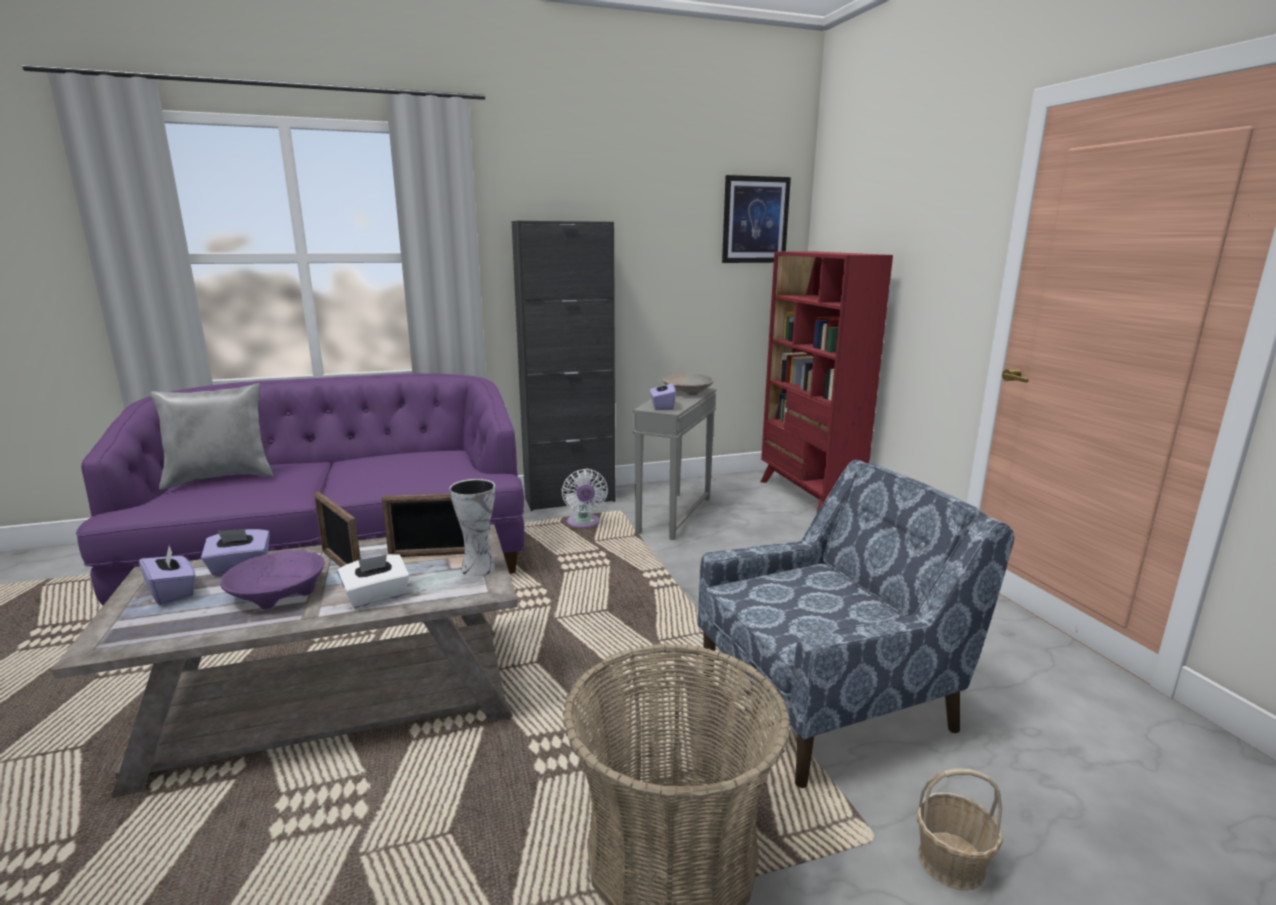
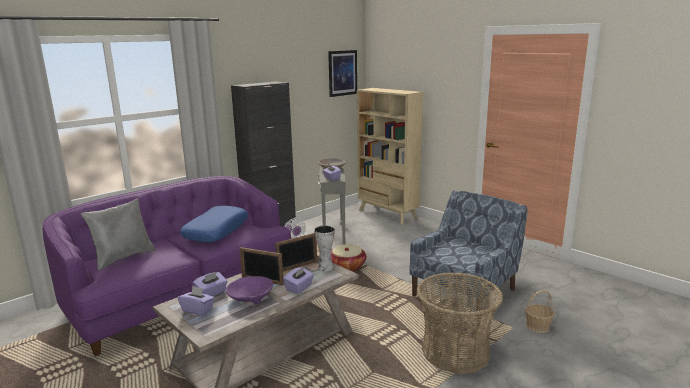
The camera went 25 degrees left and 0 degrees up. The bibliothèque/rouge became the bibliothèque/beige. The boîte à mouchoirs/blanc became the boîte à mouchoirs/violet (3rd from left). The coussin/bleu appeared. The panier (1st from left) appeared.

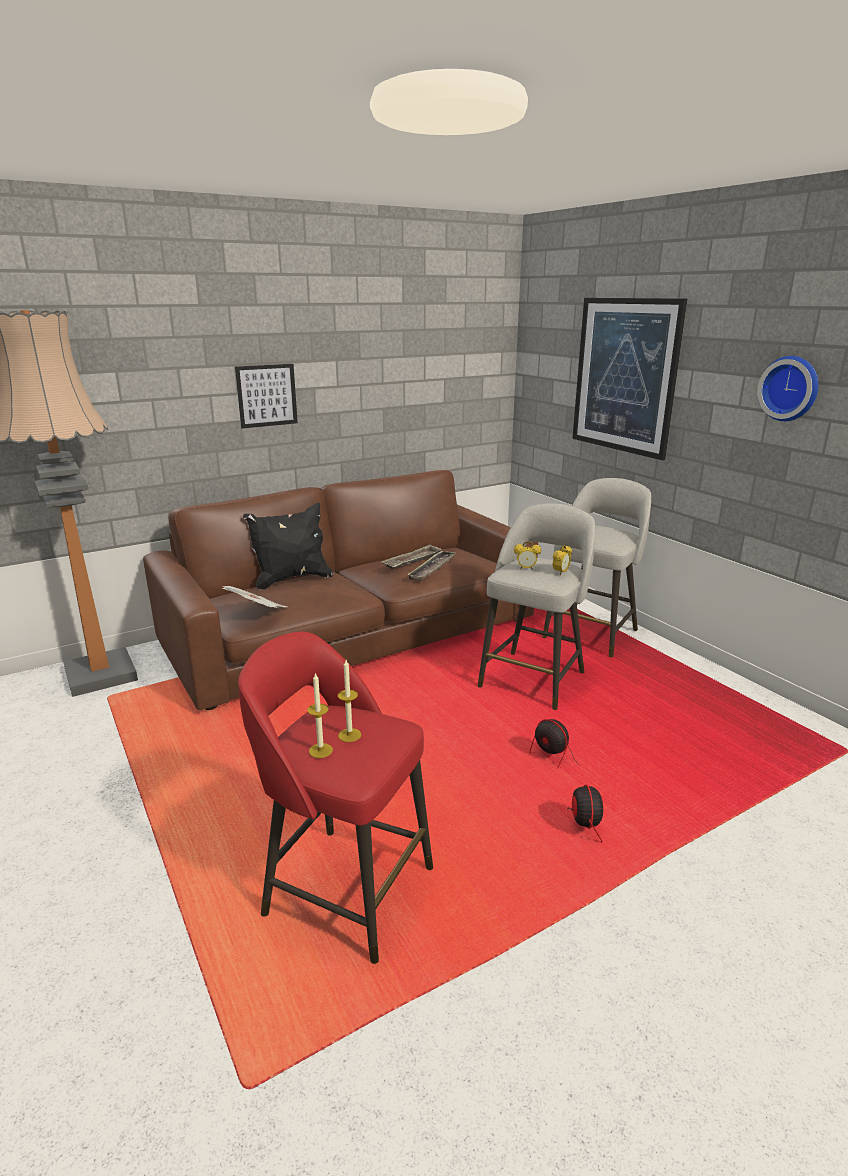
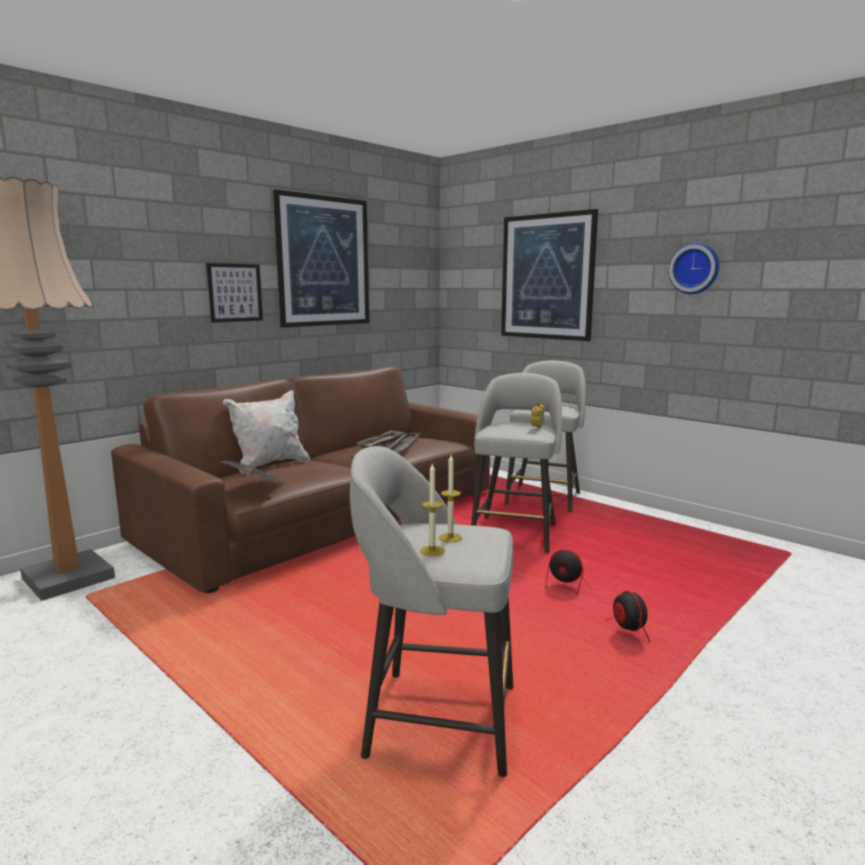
The camera went 15 degrees left and 10 degrees down. The coussin/noir became the coussin/blanc. The réveil (1st from left) disappeared. The tabouret/rouge became the tabouret/gris (1st from left). The tableau (2nd from left) appeared.

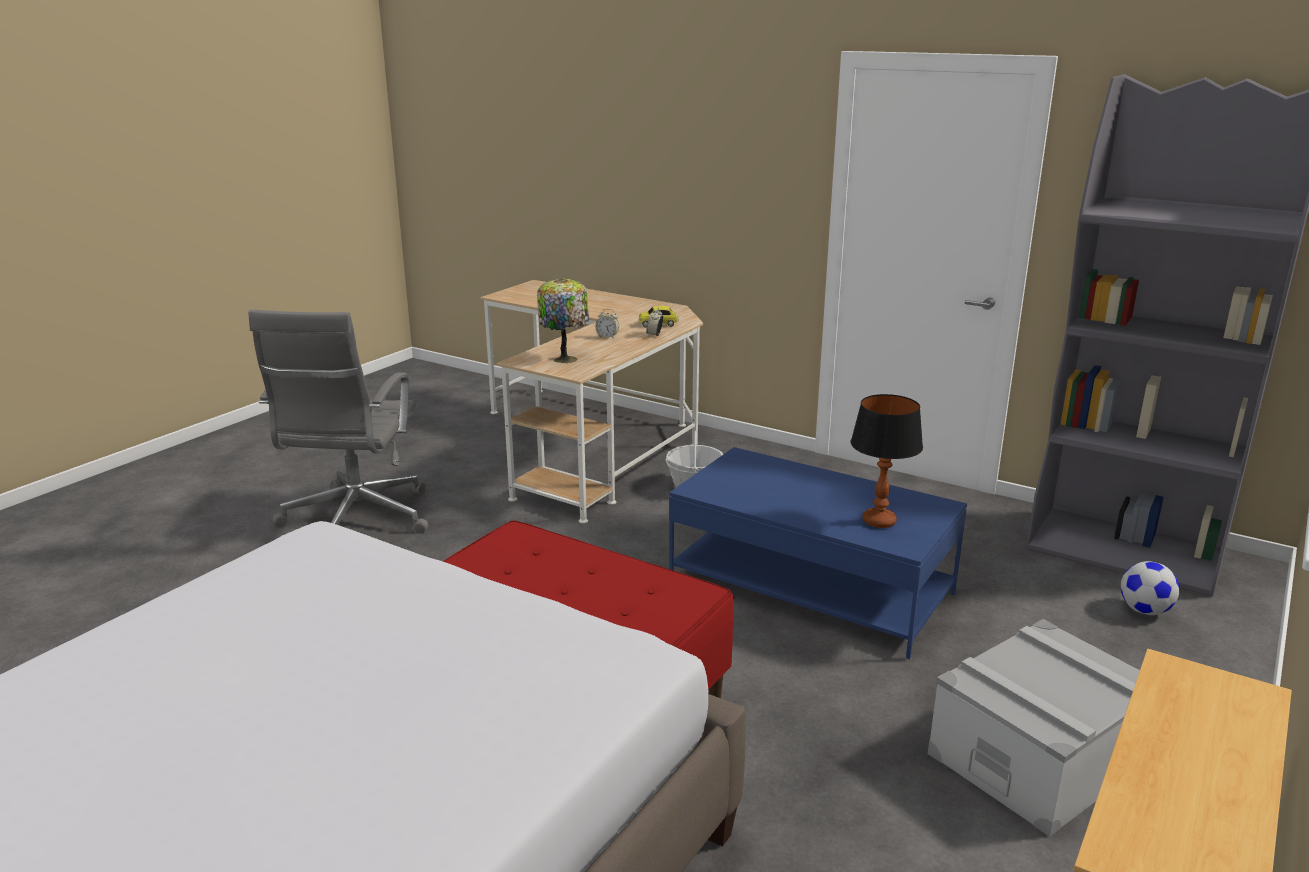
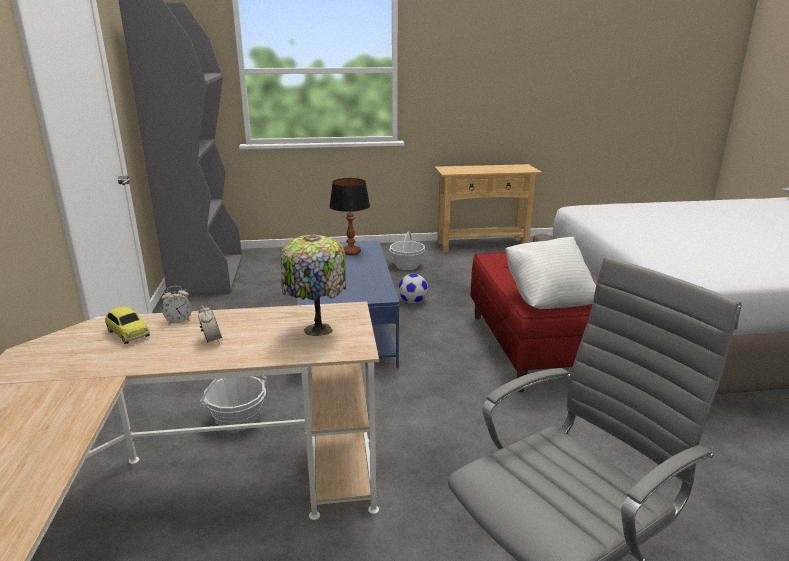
The camera went 130 degrees left and 0 degrees up. The ballon de foot moved. The boîte de rangement/gris was replaced by the panier (2nd from left). The coussin/blanc appeared.

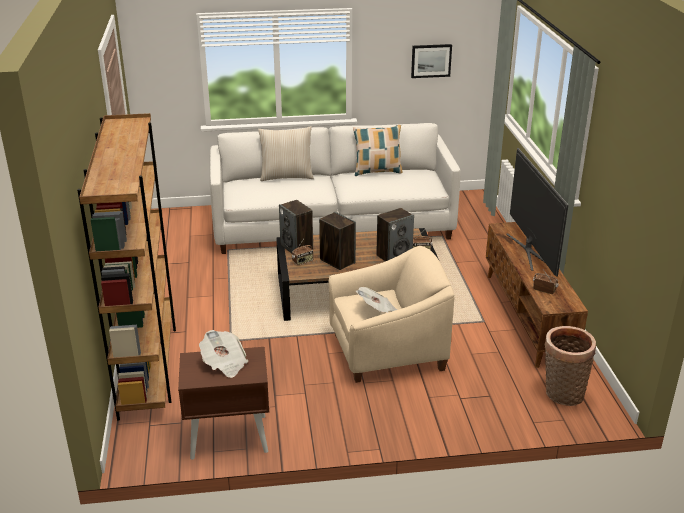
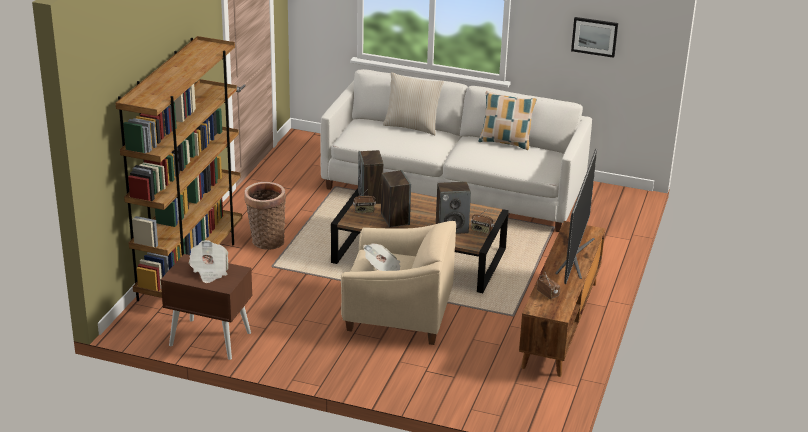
The camera went 25 degrees right and 0 degrees up. The panier moved.

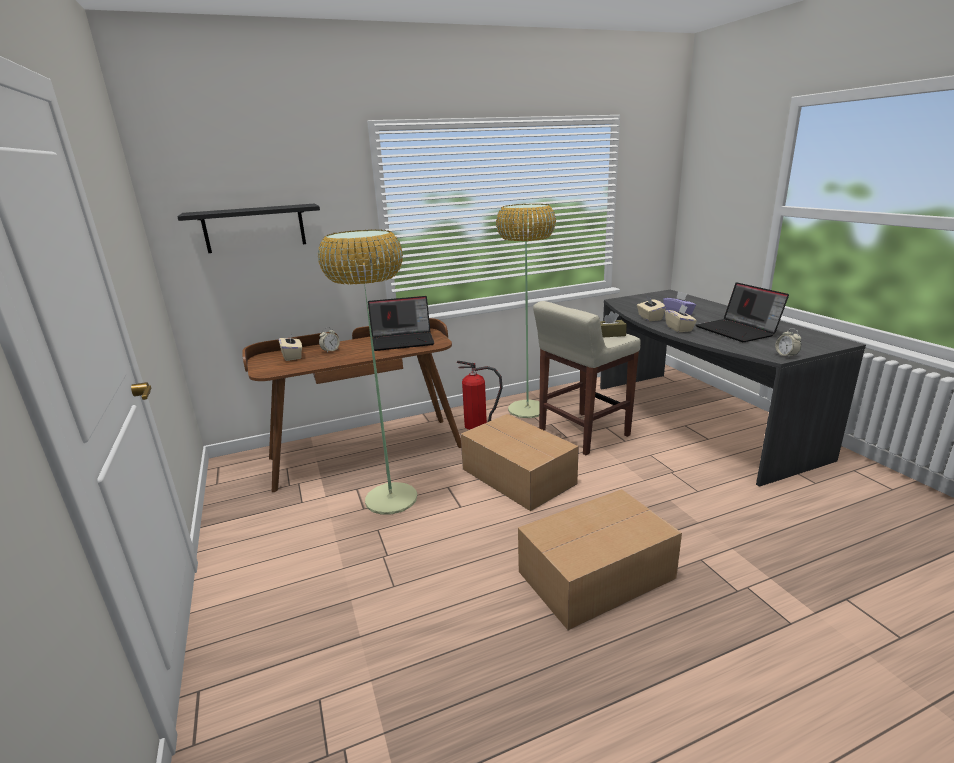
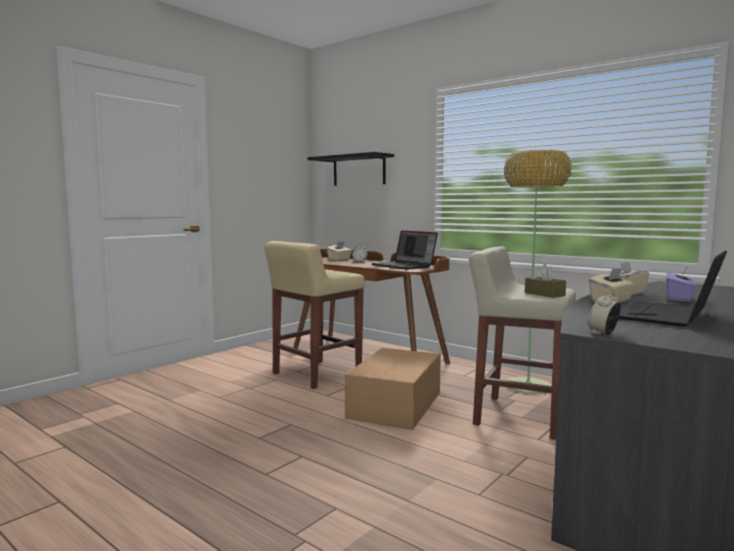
The camera went 60 degrees right and 15 degrees down. The lampadaire (1st from left) was replaced by the tabouret/beige (1st from left). The extincteur disappeared. The carton (2nd from left) disappeared.

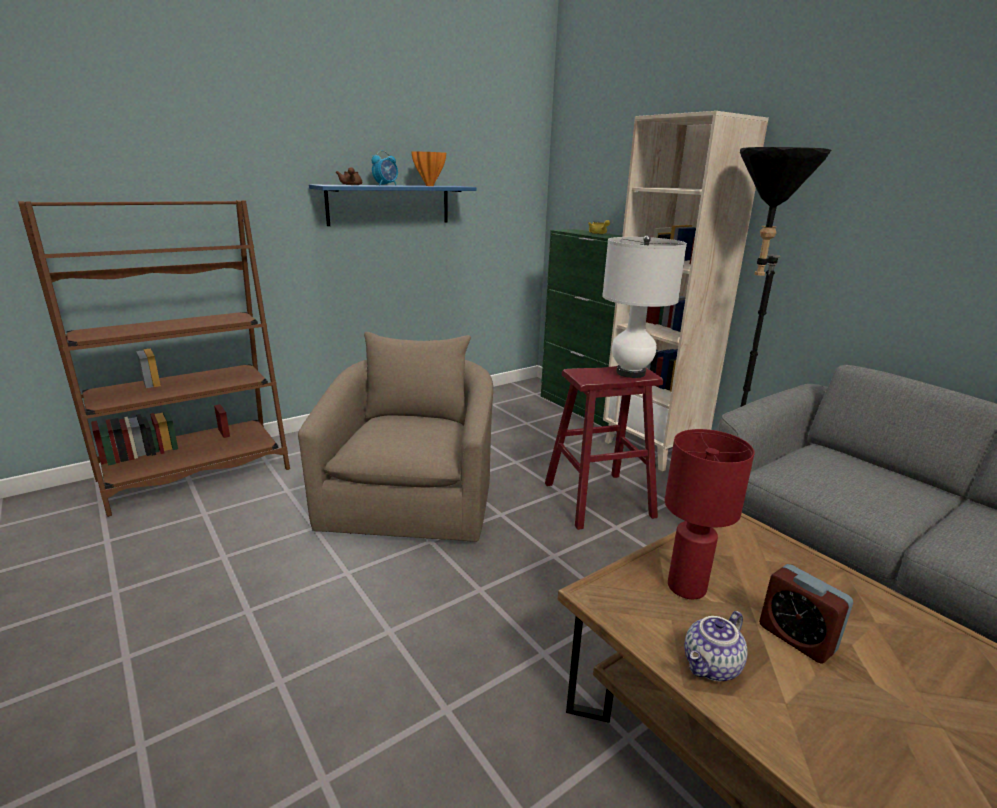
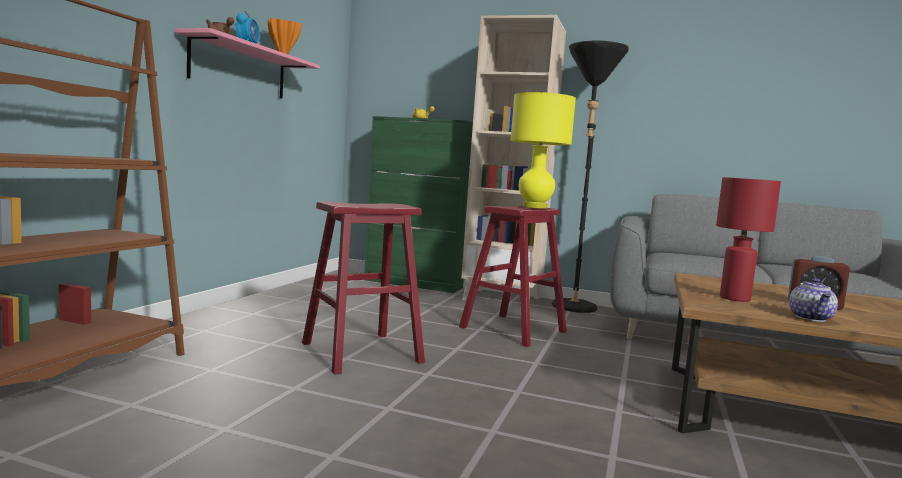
The camera went 35 degrees left and 15 degrees down. The étagère/bleu became the étagère/rose. The lampe de table/blanc became the lampe de table/jaune. The fauteuil/beige was replaced by the tabouret/rouge (1st from left).

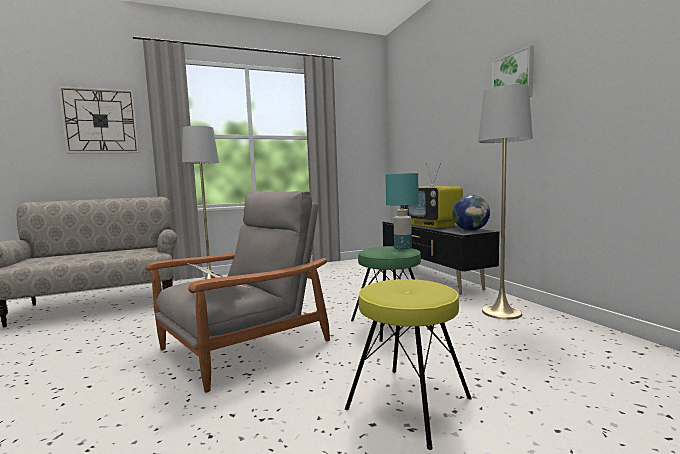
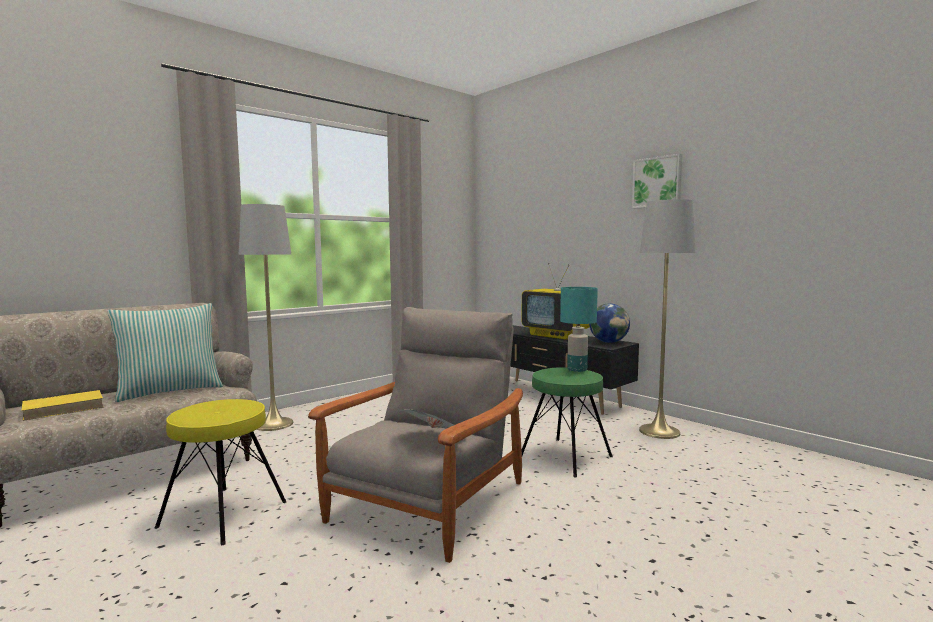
The camera went 20 degrees left and 0 degrees up. The horloge murale disappeared. The tabouret/jaune moved. The coussin appeared. The livre/jaune appeared.

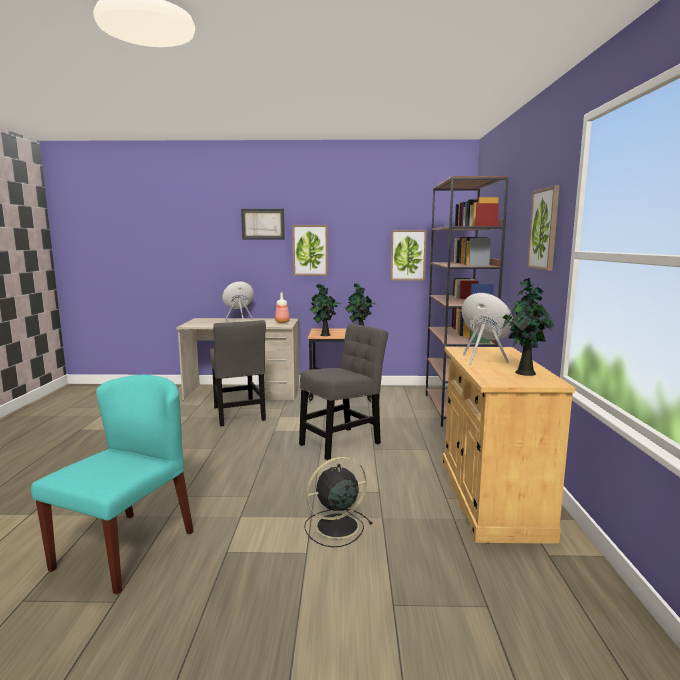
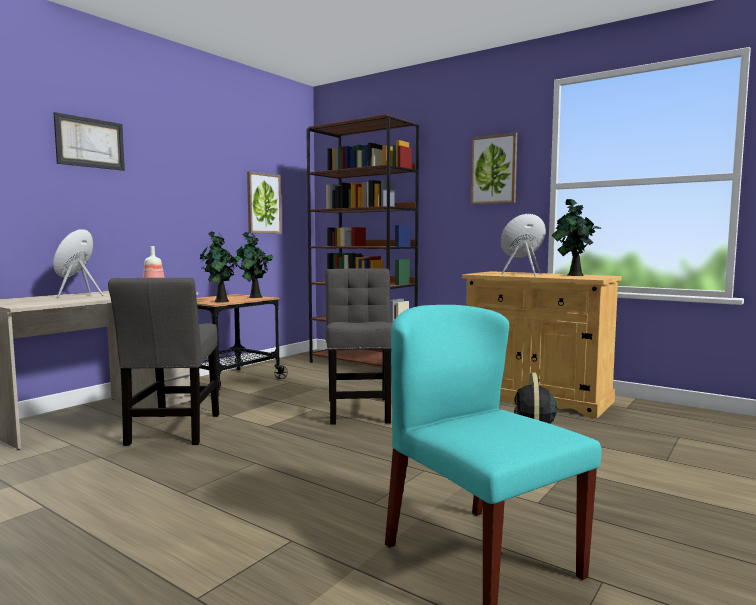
The camera went 55 degrees left and 5 degrees down. The tableau (2nd from left) disappeared. The chaise/gris (1st from left) turned 75 degrees clockwise.

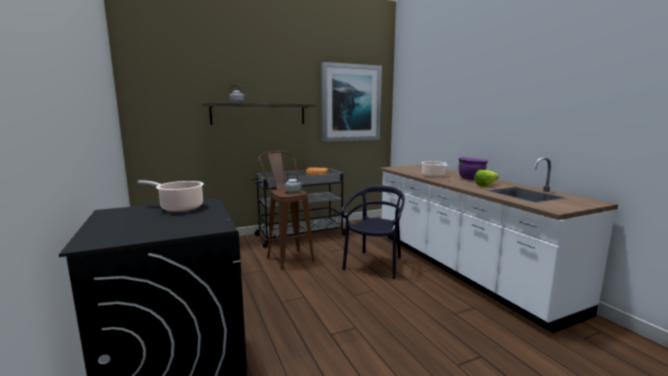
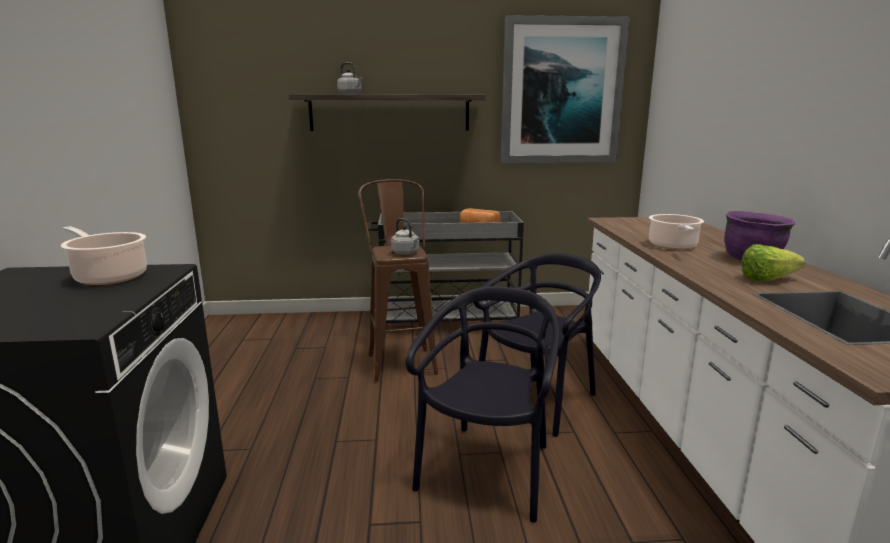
The camera went 20 degrees right and 5 degrees up. The chaise/noir (1st from left) appeared.

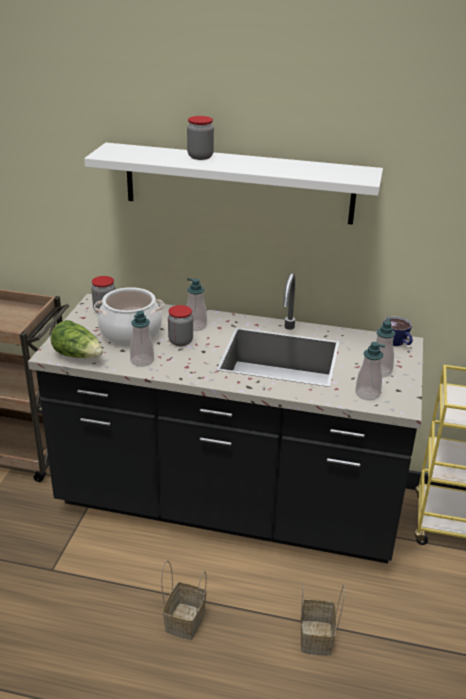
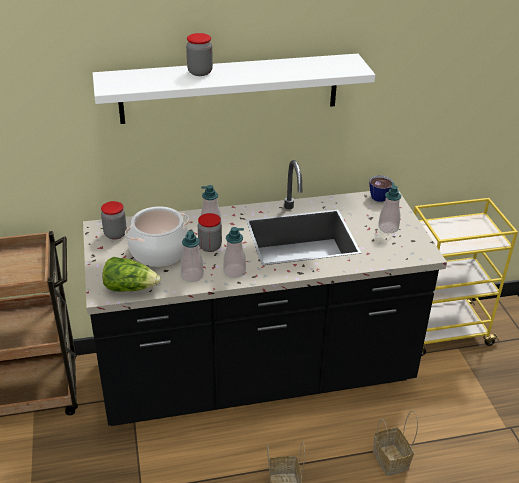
The camera went 25 degrees left and 5 degrees up. The distributeur de savon (3rd from left) moved.

